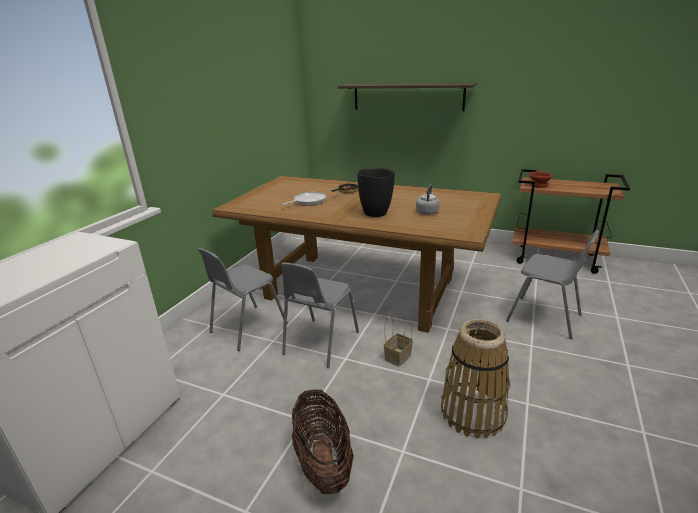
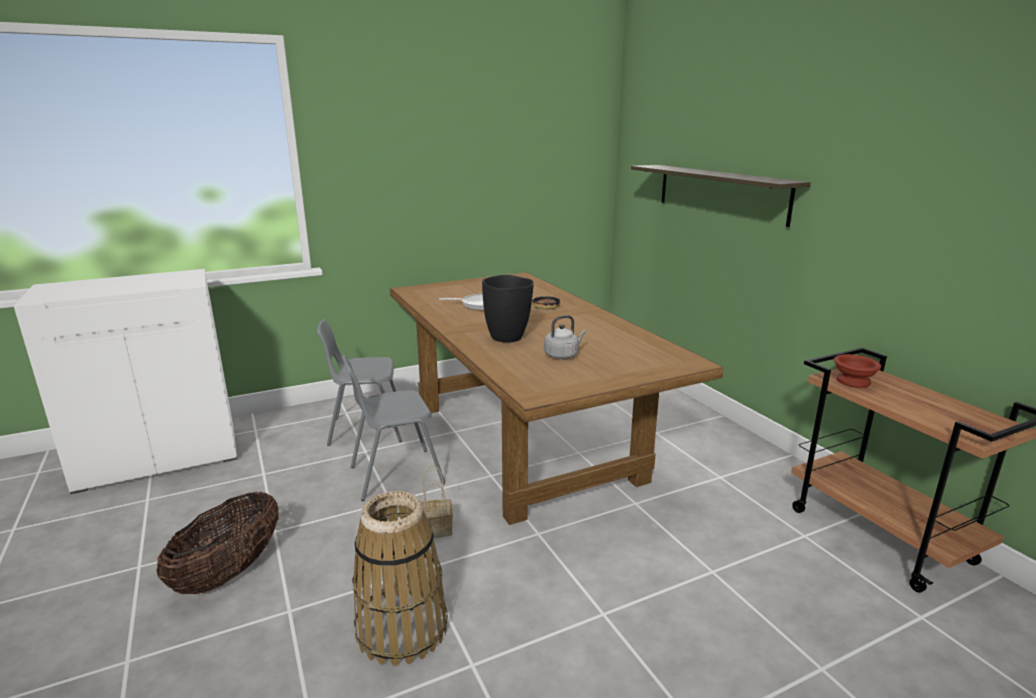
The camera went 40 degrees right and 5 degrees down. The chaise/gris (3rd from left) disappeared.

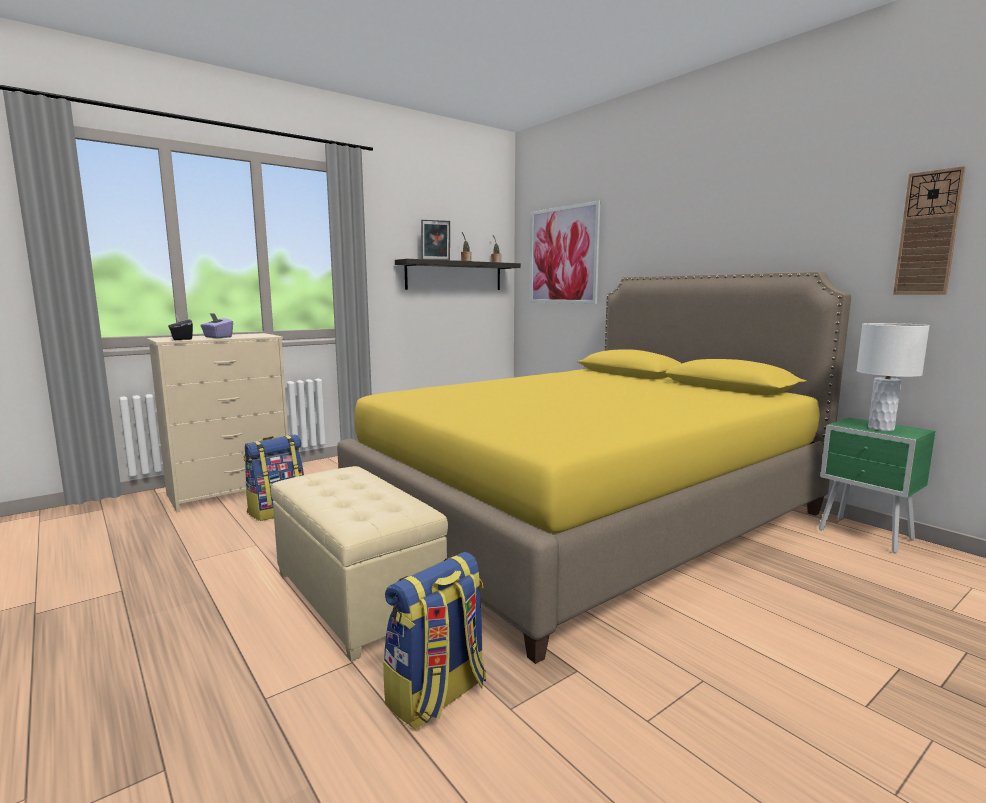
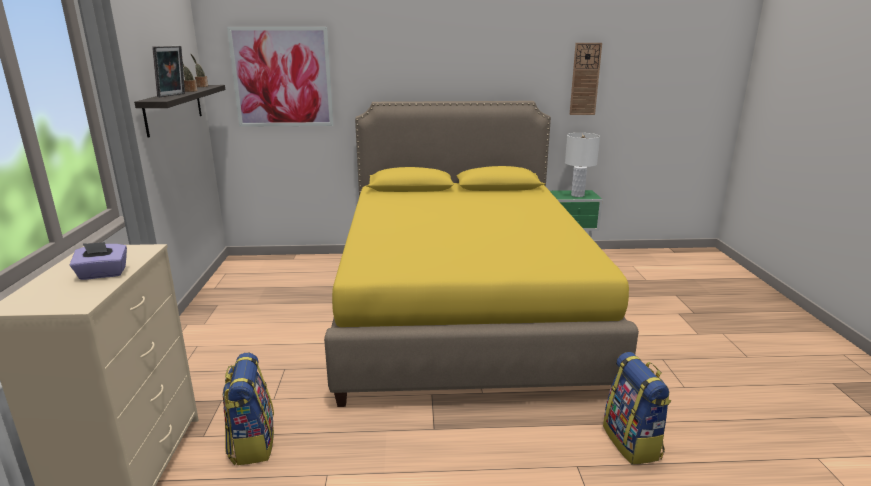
The camera went 55 degrees left and 10 degrees up. The boîte à mouchoirs/noir disappeared. The pouf/beige disappeared.

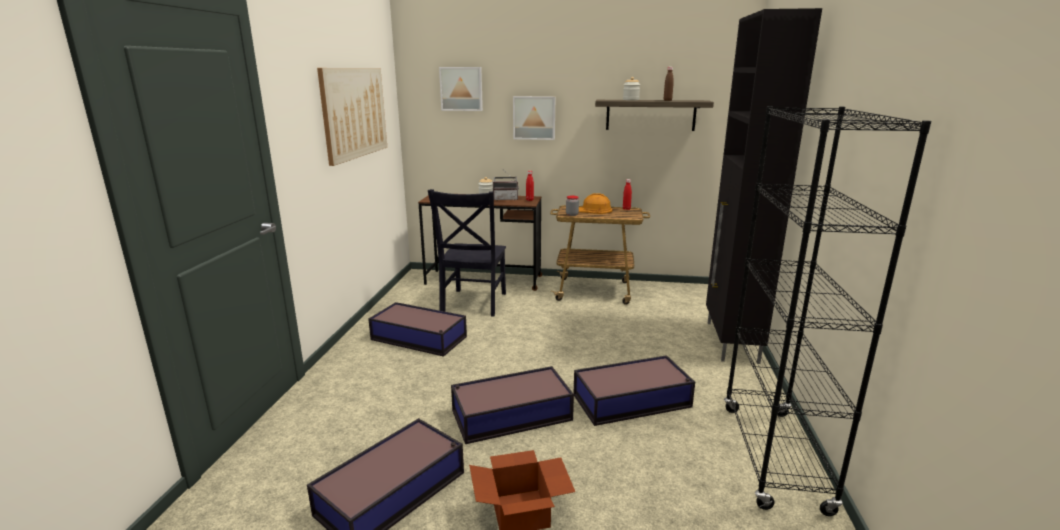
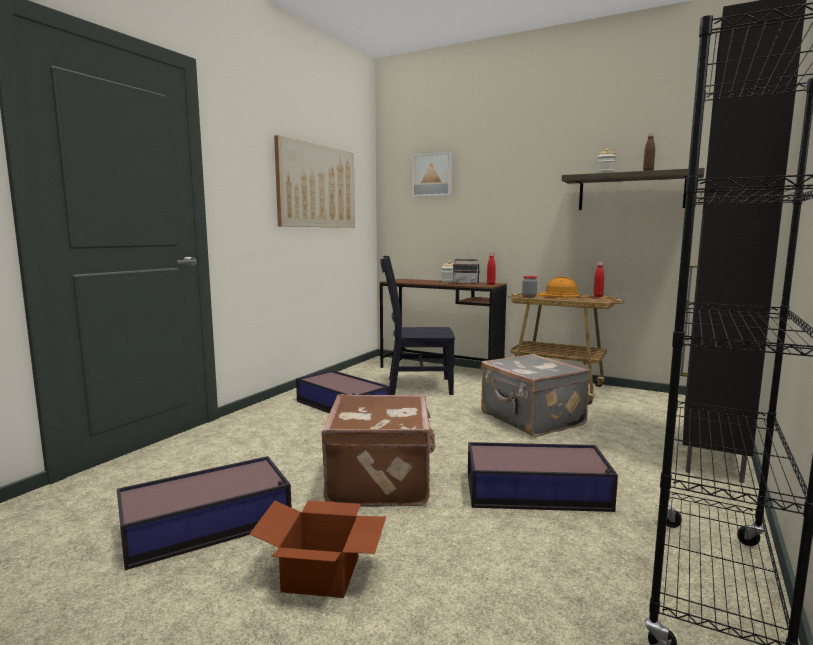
The camera went 20 degrees right and 10 degrees down. The tableau (3rd from left) disappeared. The chaise/noir turned 60 degrees clockwise. The boîte de rangement (3rd from left) was replaced by the valise/marron. The valise/gris appeared.

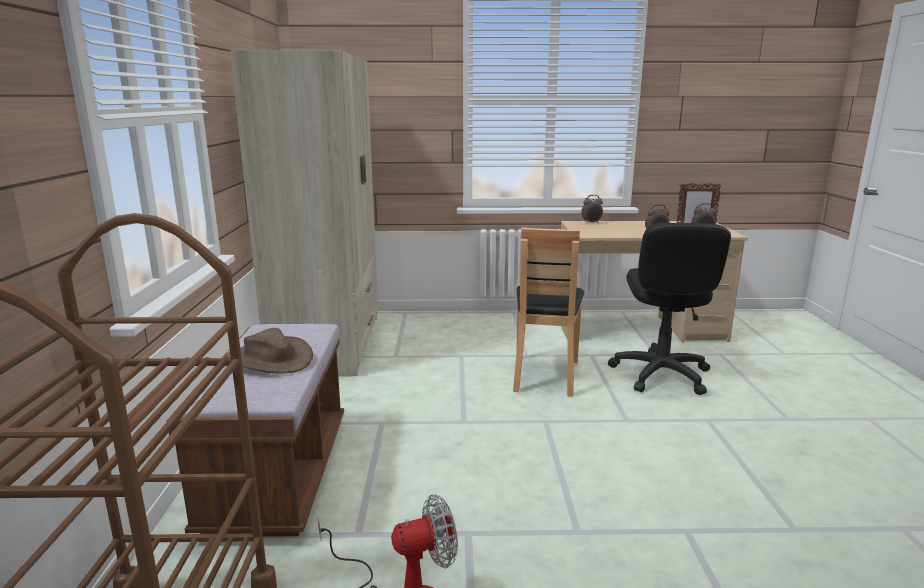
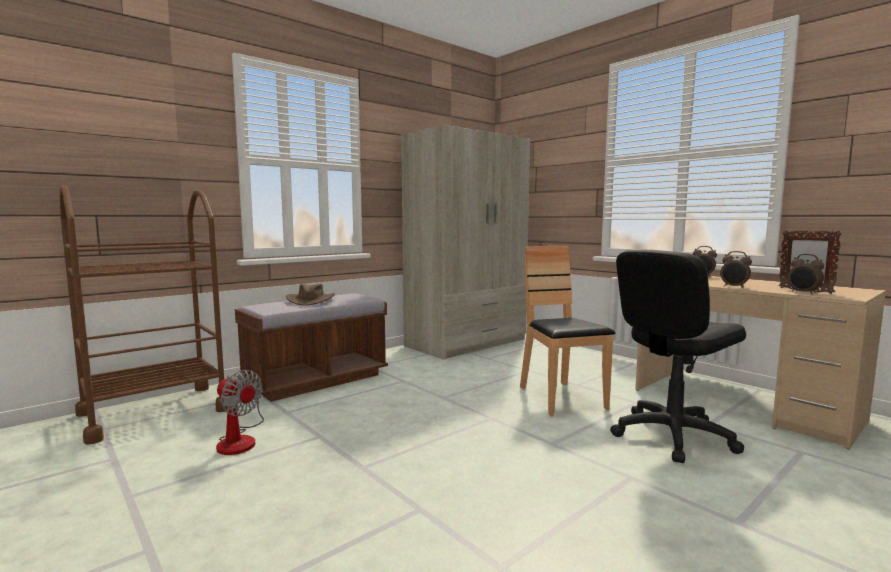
The camera went 50 degrees right and 10 degrees down. The chaise/marron turned 105 degrees clockwise.

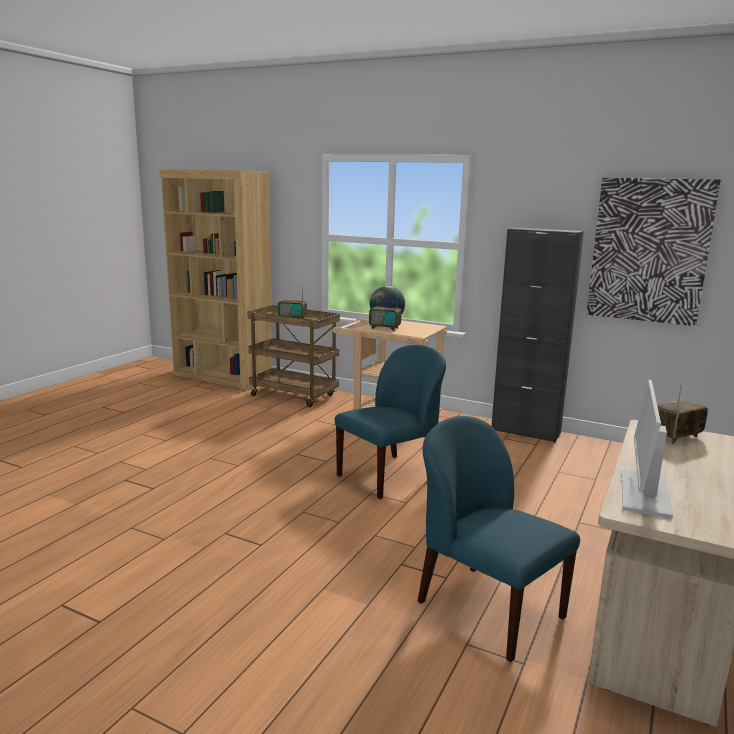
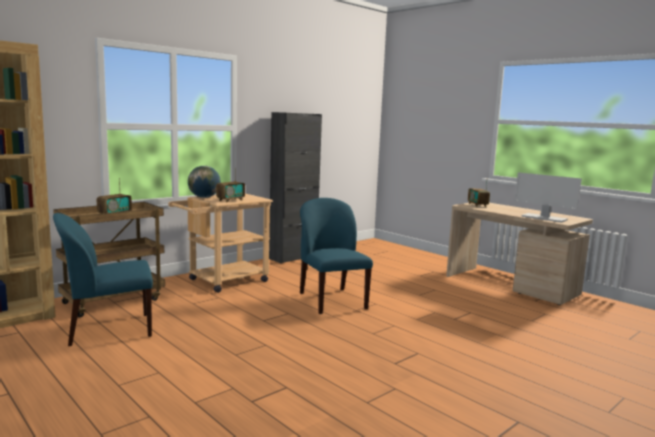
The camera went 70 degrees left and 5 degrees down. The tableau disappeared. The chaise/bleu (2nd from left in the first image) moved.

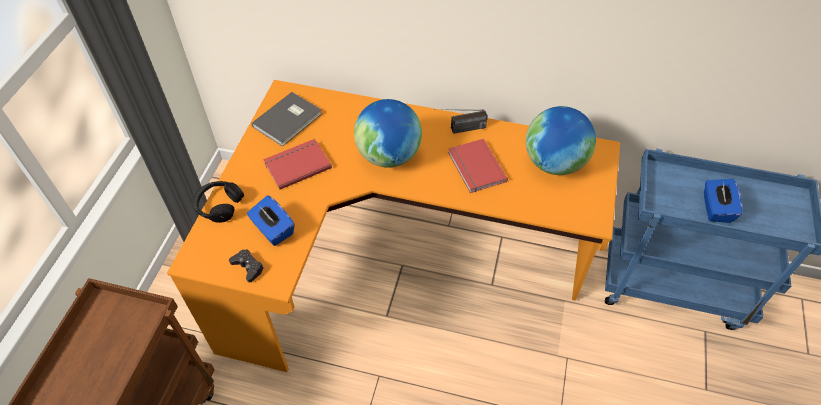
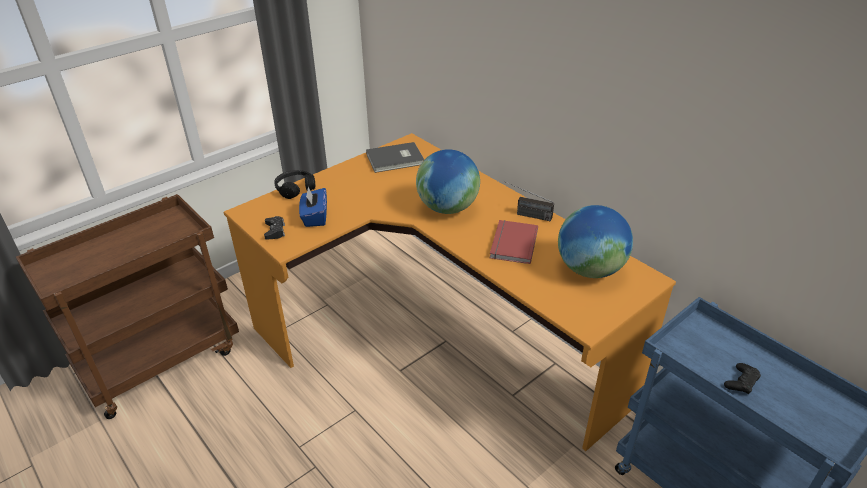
The camera went 35 degrees right and 15 degrees down. The livre/rouge (1st from left) disappeared. The boîte à mouchoirs/bleu (2nd from left) was replaced by the manette/noir (2nd from left).

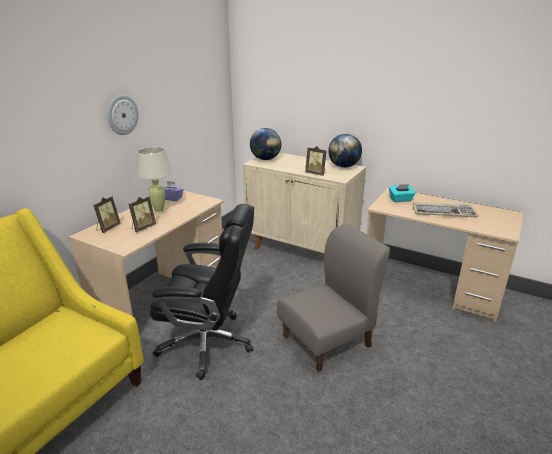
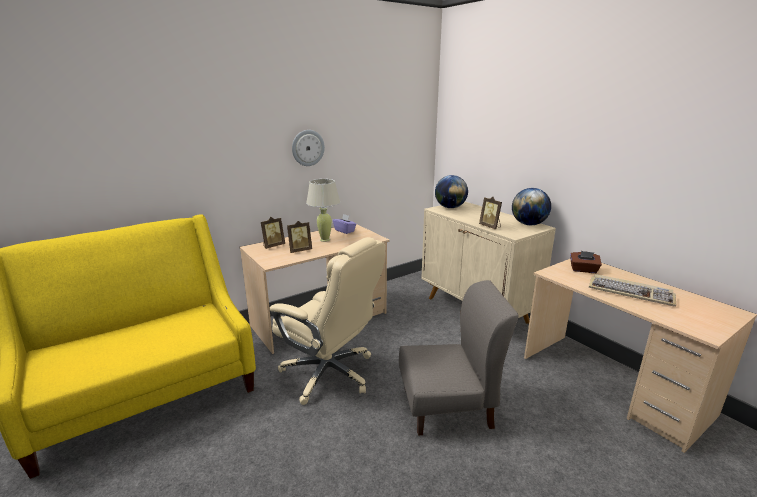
The camera went 25 degrees right and 5 degrees down. The boîte à mouchoirs/turquoise became the boîte à mouchoirs/marron. The chaise de bureau/noir became the chaise de bureau/beige.

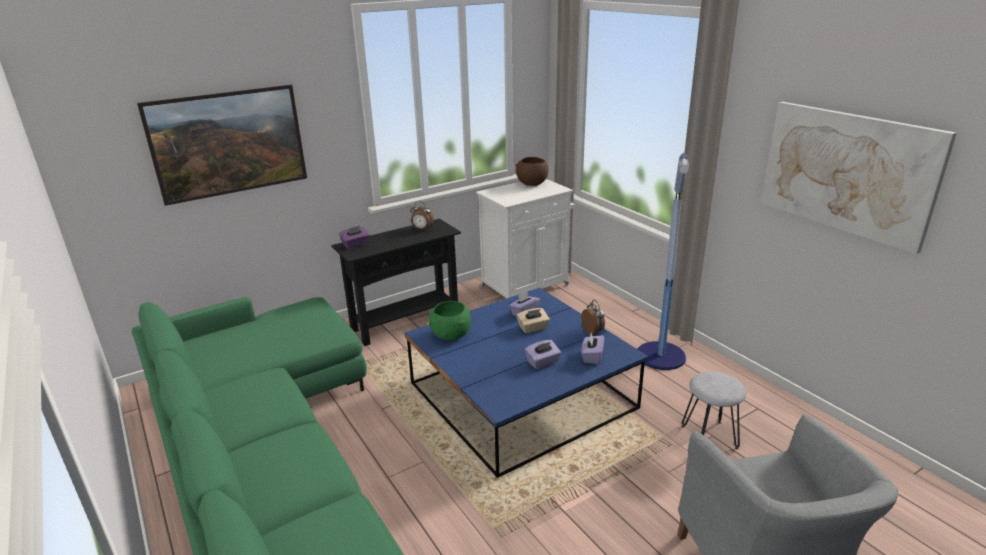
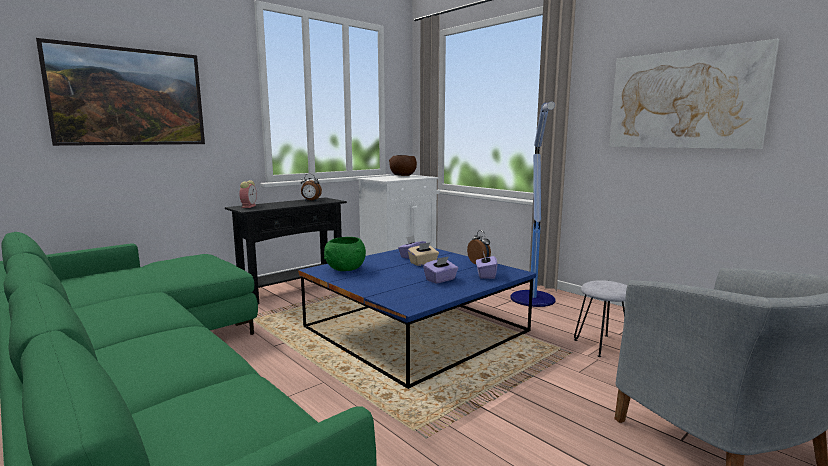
The camera went 10 degrees left and 15 degrees down. The boîte à mouchoirs/violet (1st from left) was replaced by the réveil (1st from left).

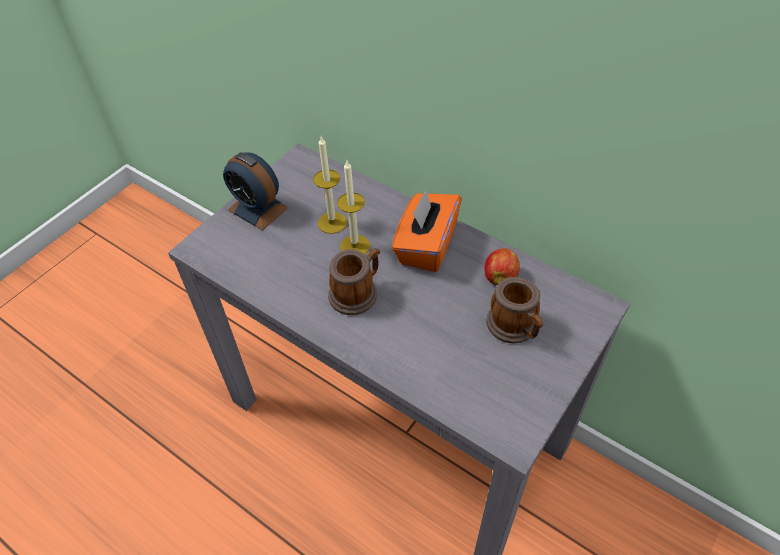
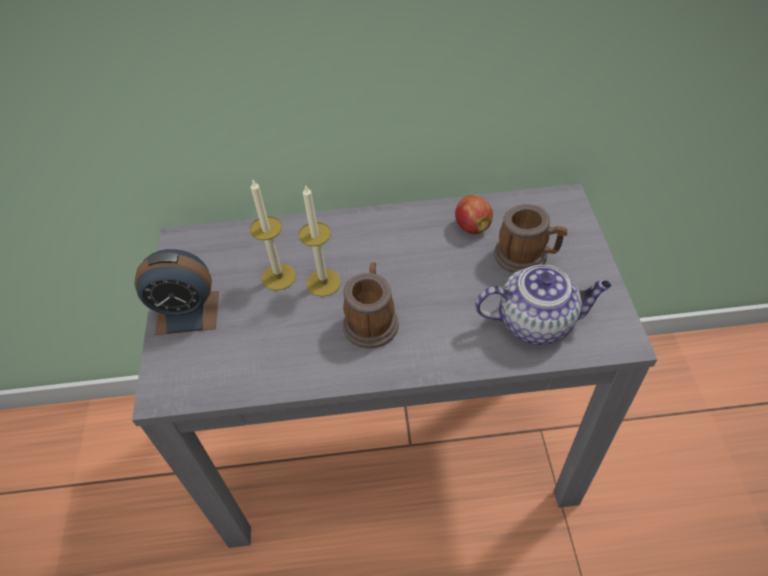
The camera went 40 degrees left and 0 degrees up. The boîte à mouchoirs/orange disappeared. The théière appeared.

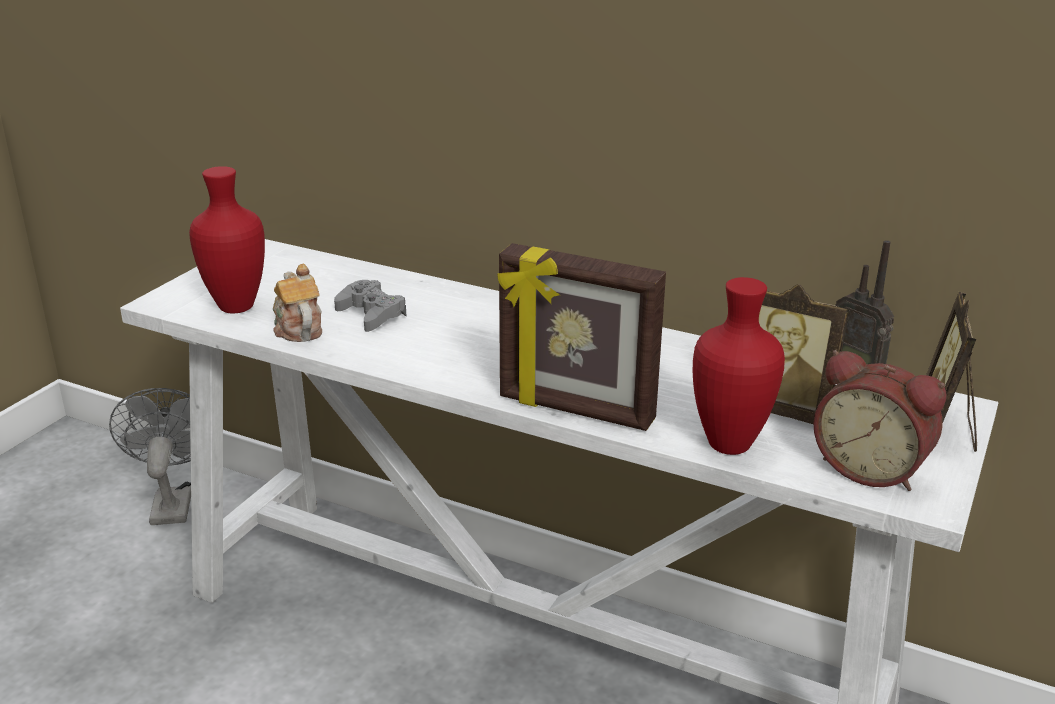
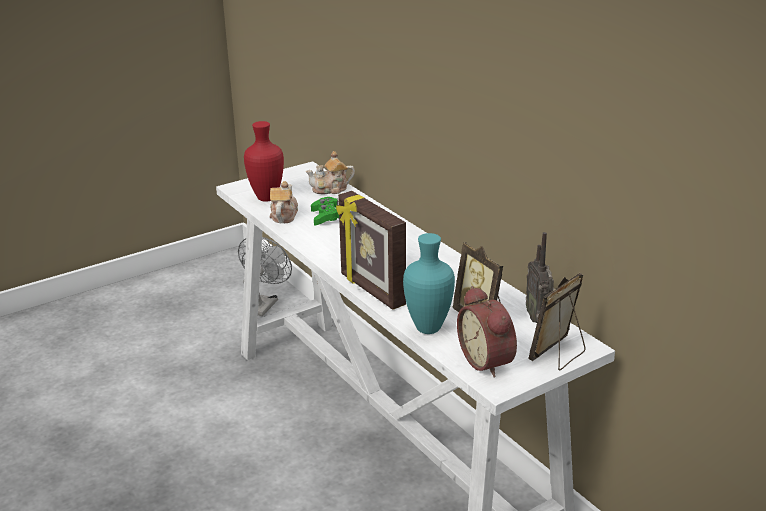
The camera went 30 degrees right and 0 degrees up. The vase/rouge (2nd from left) became the vase/turquoise. The manette/gris became the manette/vert. The théière (2nd from left) appeared.

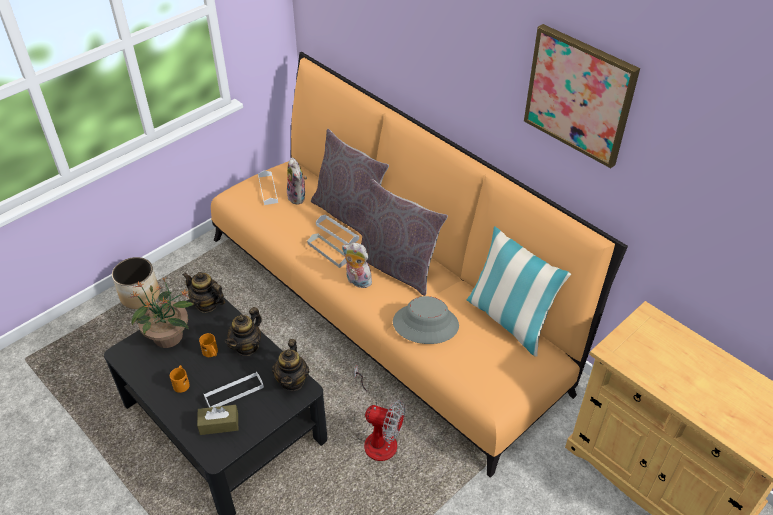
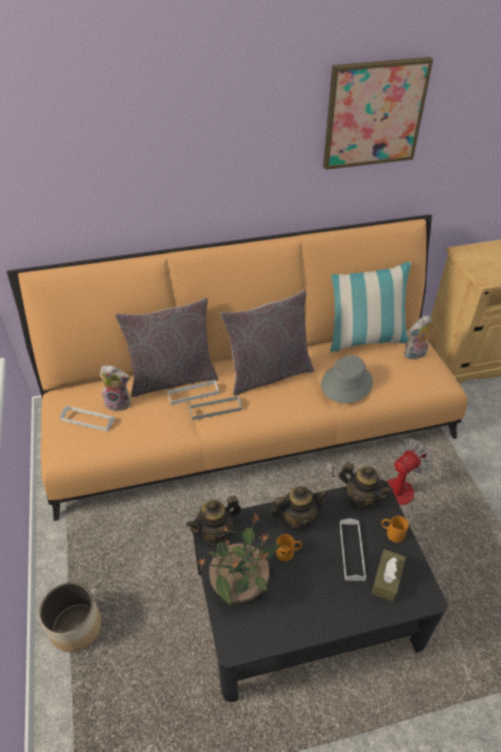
The camera went 60 degrees left and 0 degrees up. The peluche (2nd from left) moved. The théière (2nd from left) turned 75 degrees counterclockwise. The mug/orange (1st from left in the first image) moved.

